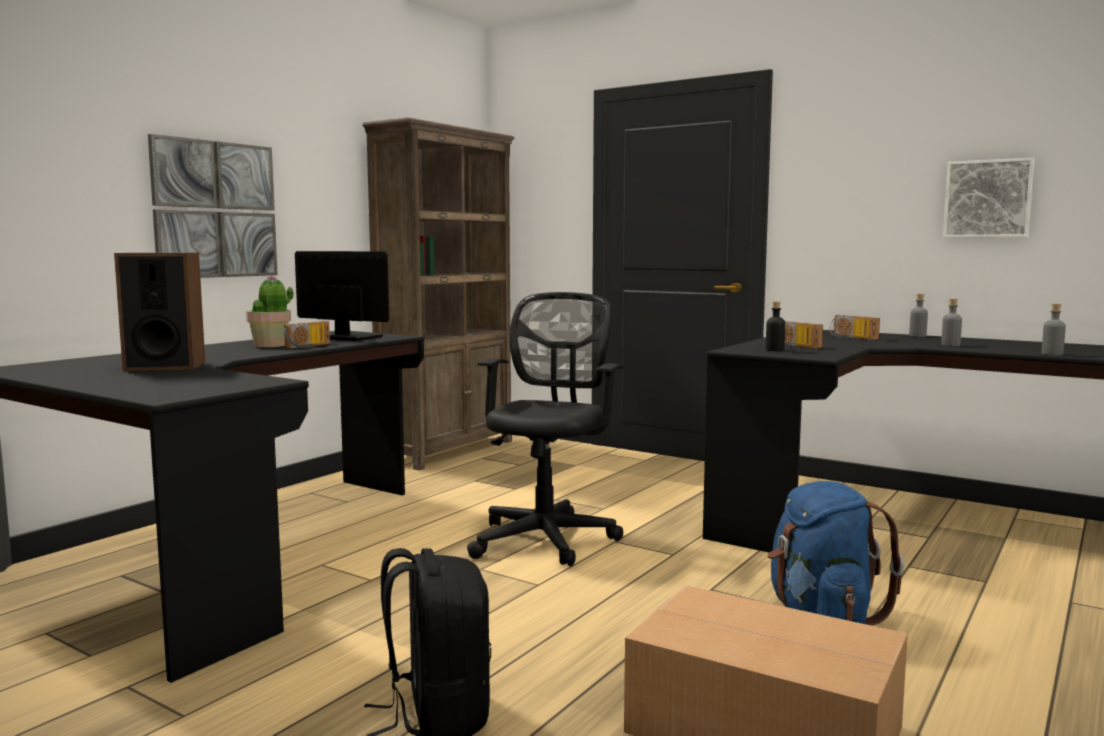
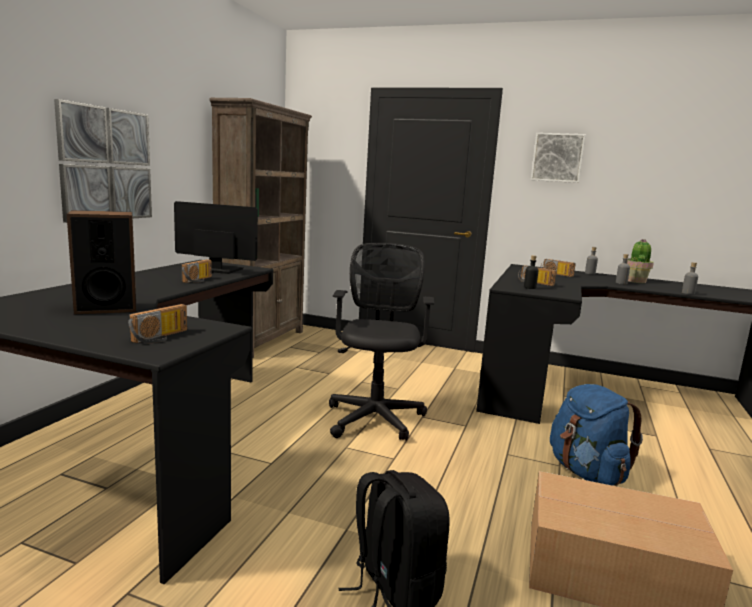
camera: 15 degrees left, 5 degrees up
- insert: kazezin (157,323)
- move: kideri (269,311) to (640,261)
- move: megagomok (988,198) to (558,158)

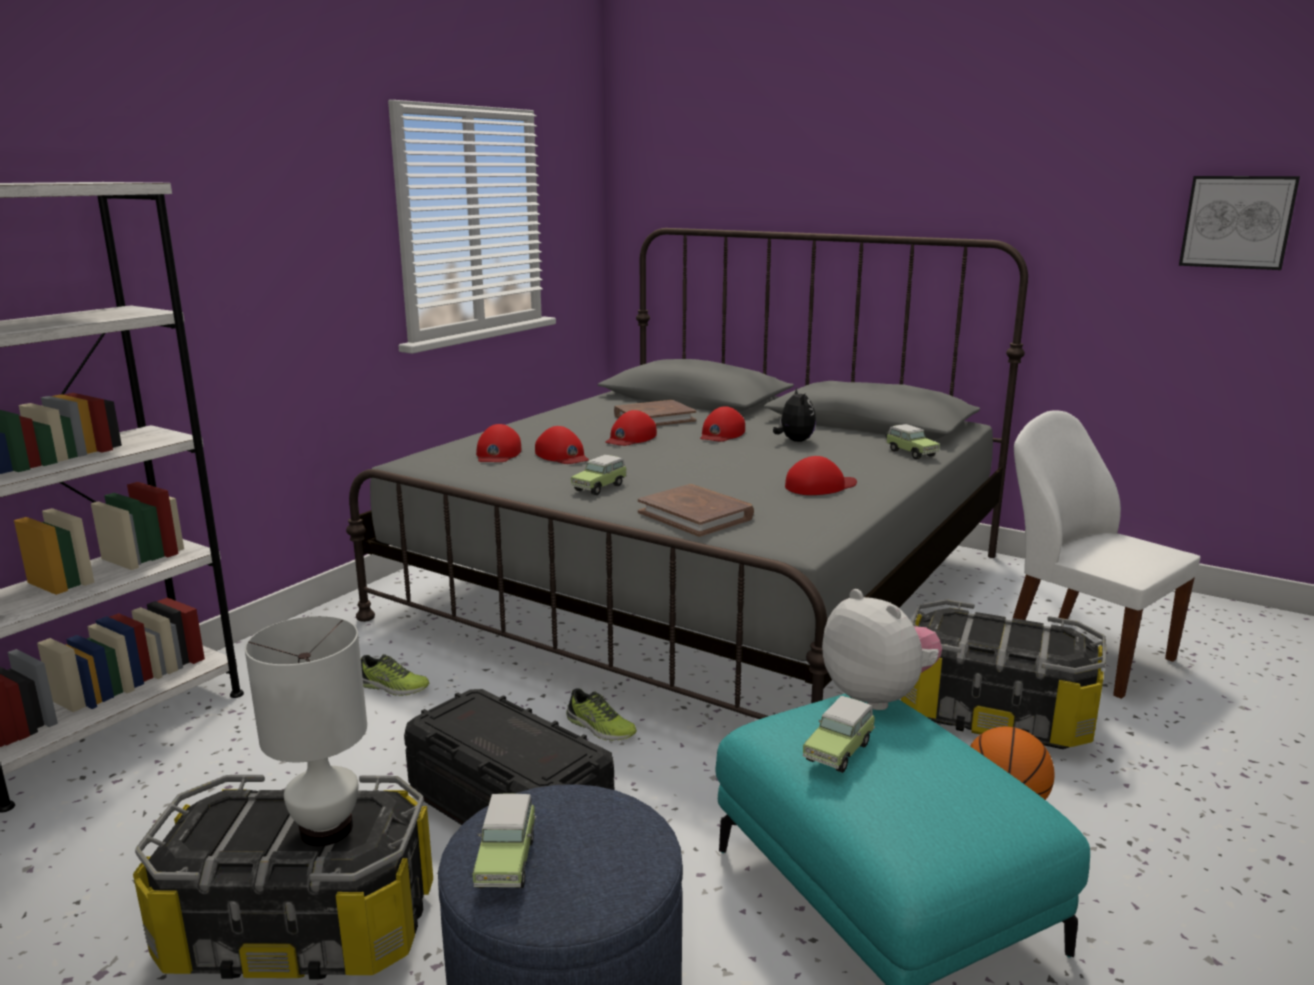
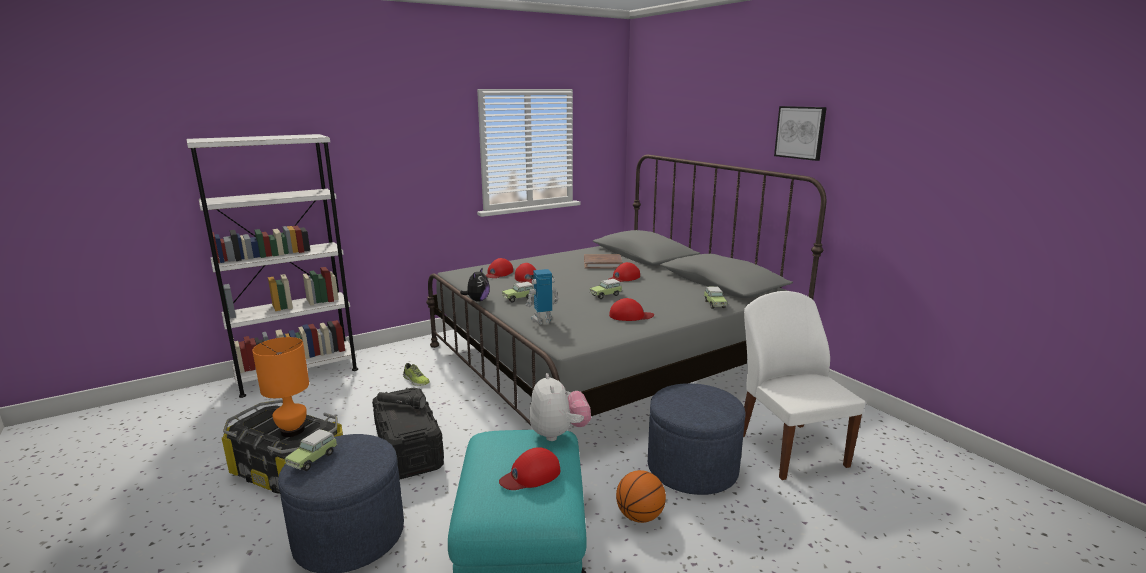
camera: 25 degrees right, 0 degrees up
- delete: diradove (601,714)
- insert: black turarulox (401,401)
- move: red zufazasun (631,428) to (529,468)
- move: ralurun (794,415) to (475,284)
- move: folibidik (839,734) to (606,289)
- move: megagomok (1239,223) to (800,133)
- replace: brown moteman (696,510) to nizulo (542,296)
- replace: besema (1003,674) to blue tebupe (697,439)
- recolor: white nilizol (306,731) to orange nilizol (280,387)

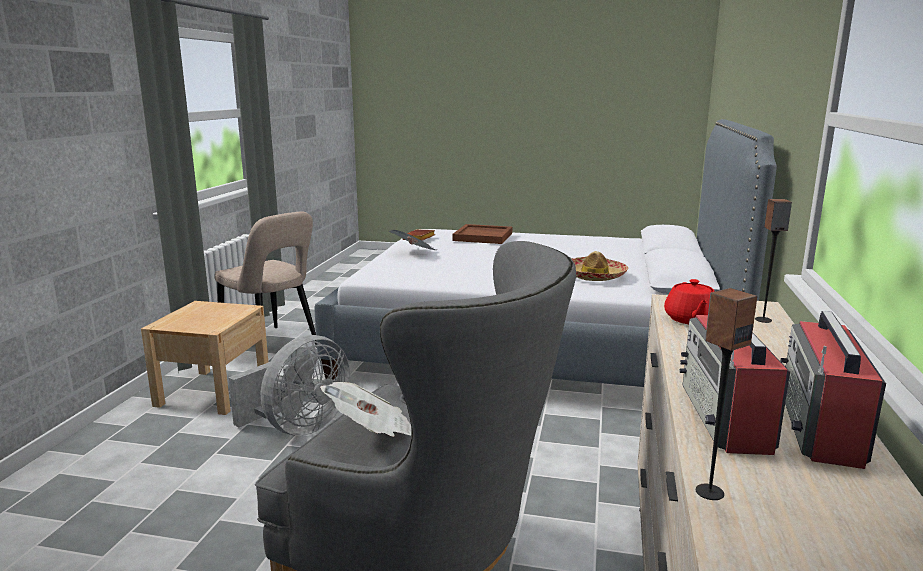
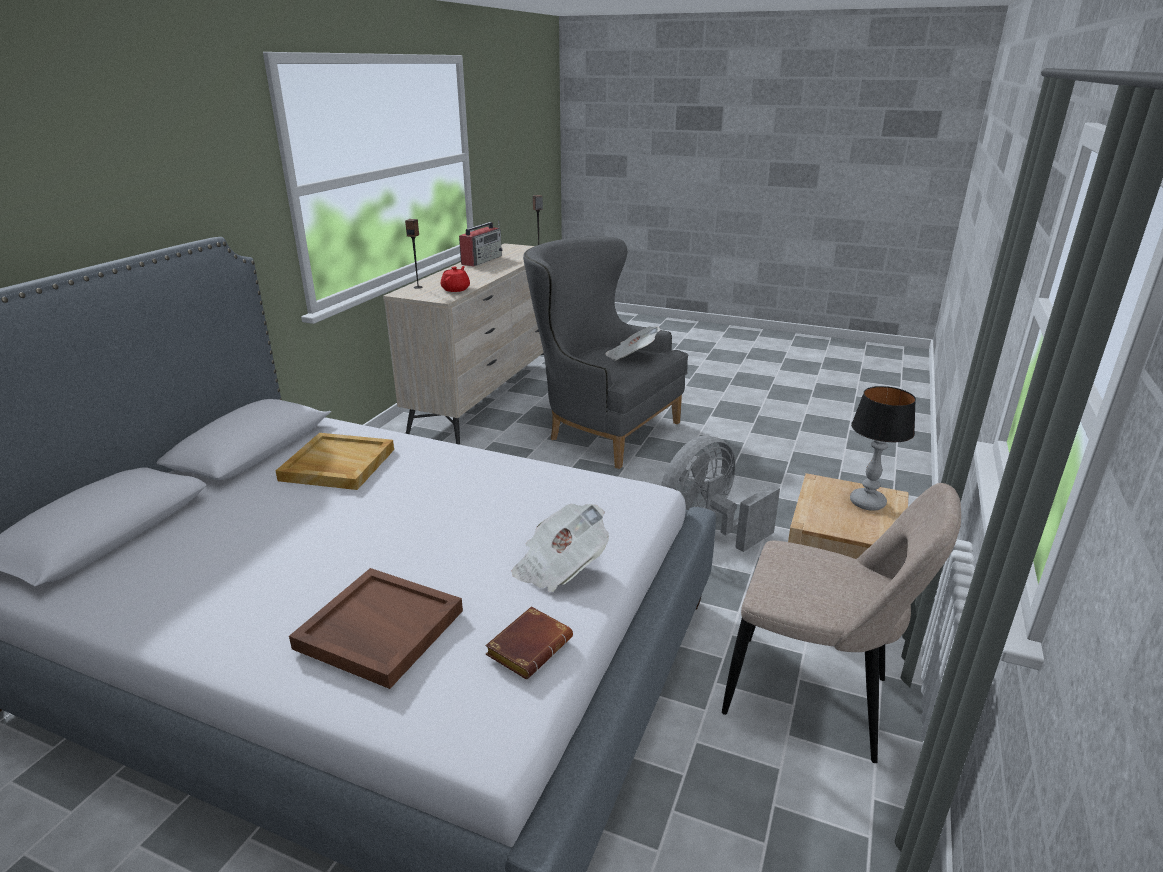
camera: 170 degrees left, 10 degrees up
- delete: kazezin (734,385)
- insert: nilizol (883,448)
- replace: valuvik (599,266) to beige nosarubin (335,461)
- rotate: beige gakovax (265,279) = (841,623) 150 degrees clockwise

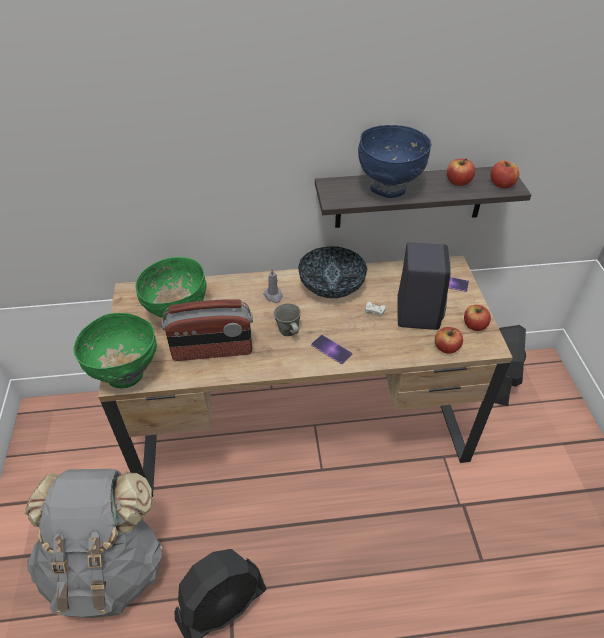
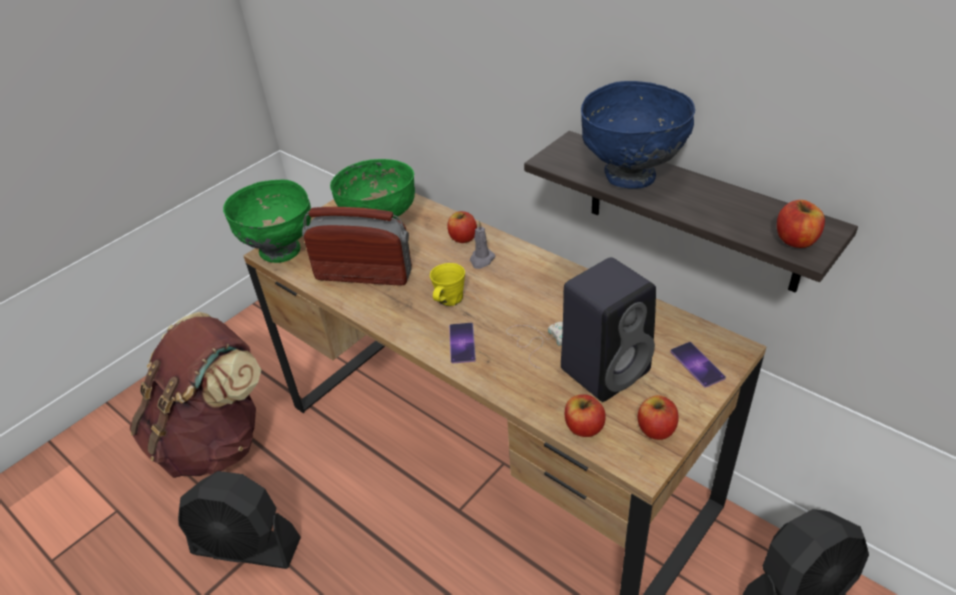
camera: 50 degrees right, 5 degrees down
- delete: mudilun (332,272)
- move: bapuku (461,172) to (462,227)
- recolor: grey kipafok (94,543) to brown kipafok (195,395)
- recolor: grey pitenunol (287,320) to yellow pitenunol (447,284)
- rotate: kazezin (207,330) = (357,246) 150 degrees clockwise

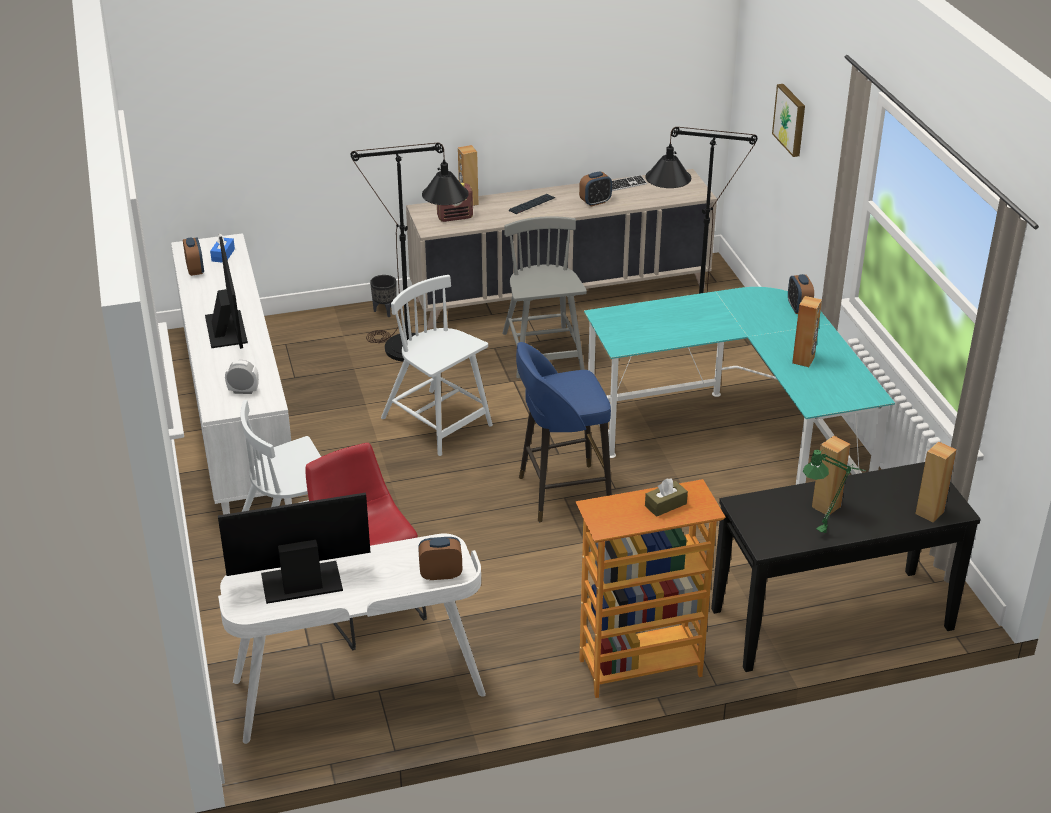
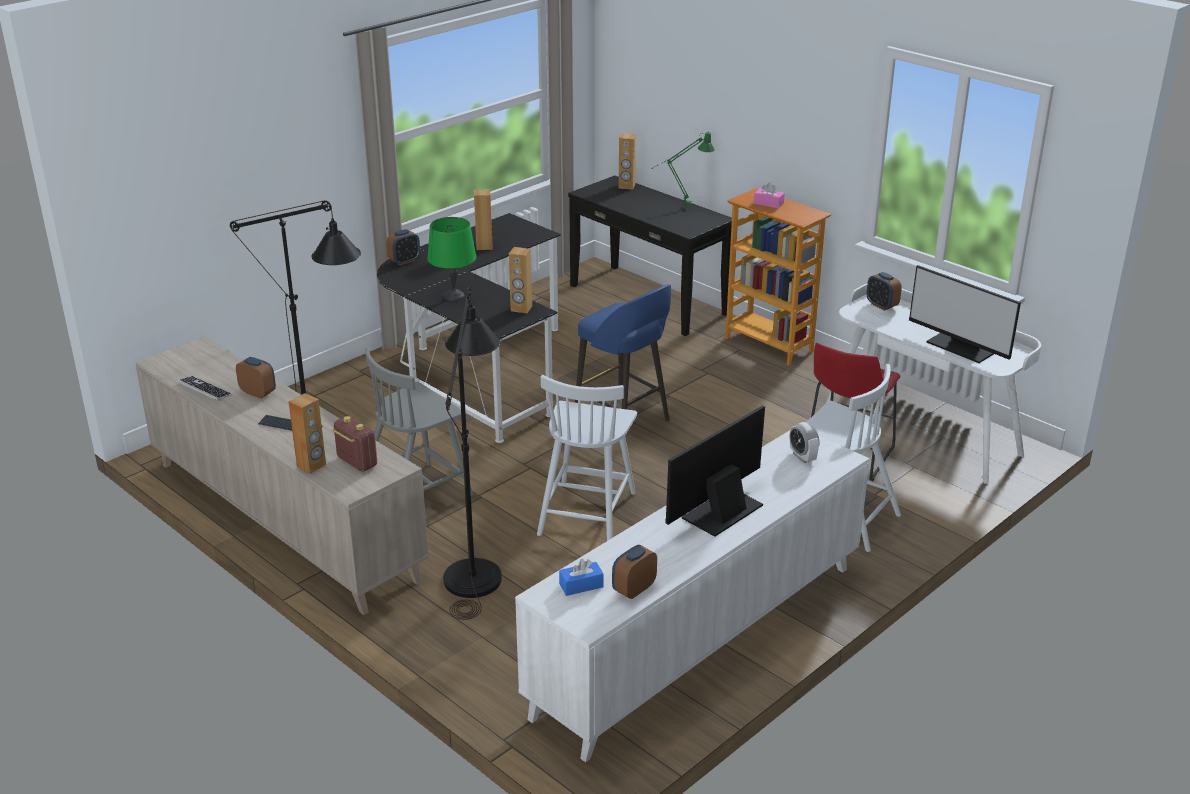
camera: 120 degrees left, 5 degrees down
- delete: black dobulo (383,296)
- delete: megagomok (788,120)
- insert: green nilizol (451,259)
- move: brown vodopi (831,476) to (520,280)
- recolor: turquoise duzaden (739,386) to black duzaden (469,328)
- recolor: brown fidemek (666,497) to pink fidemek (769,195)

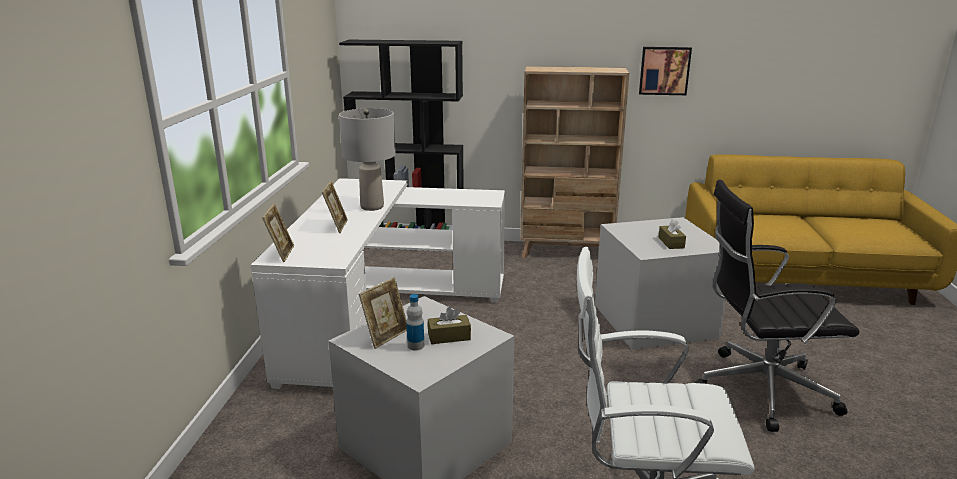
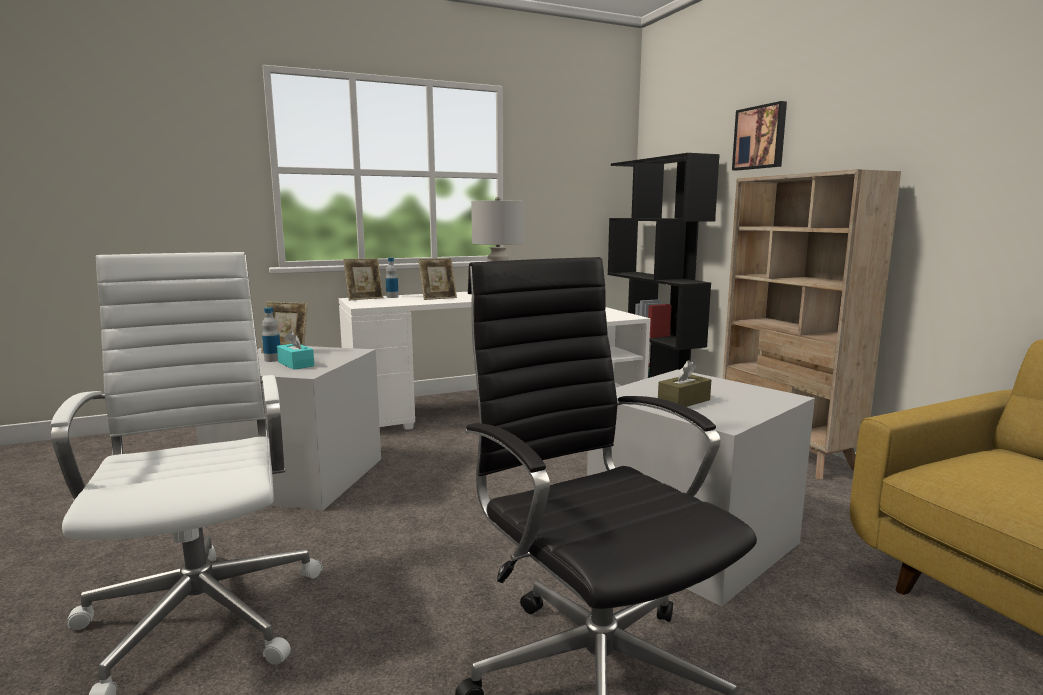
camera: 60 degrees right, 10 degrees down
- insert: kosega (392,278)
- move: megagomok (665,71) to (759,135)
- recolor: brown fidemek (449,325) to turquoise fidemek (295,350)

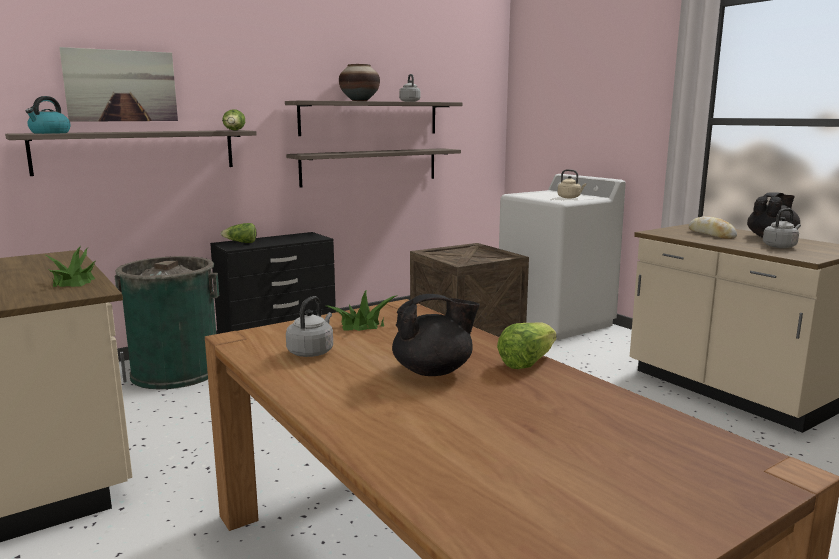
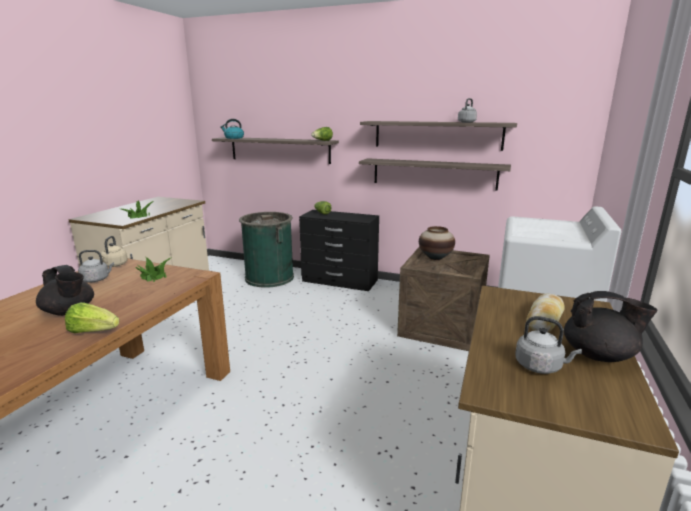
camera: 55 degrees right, 5 degrees up
- delete: megagomok (118,84)
- move: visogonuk (359,82) to (437,243)
- move: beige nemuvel (572,183) to (114,251)

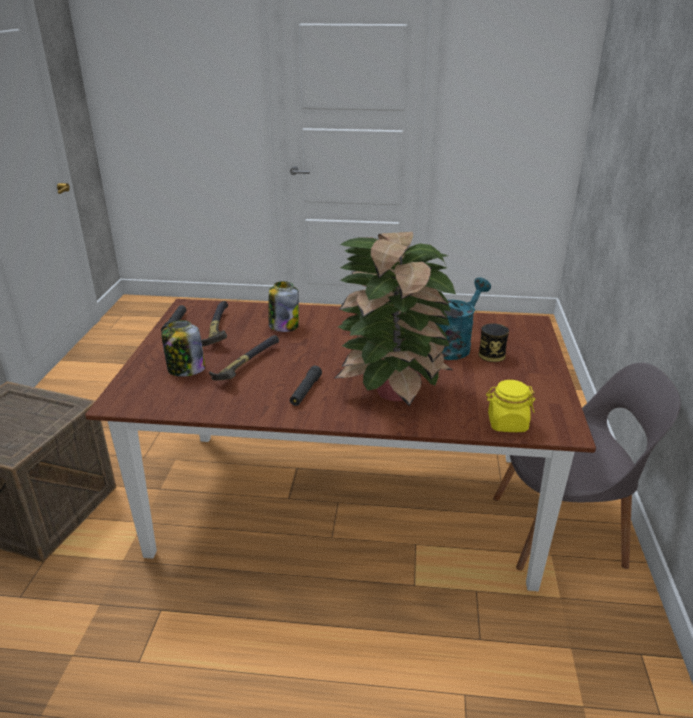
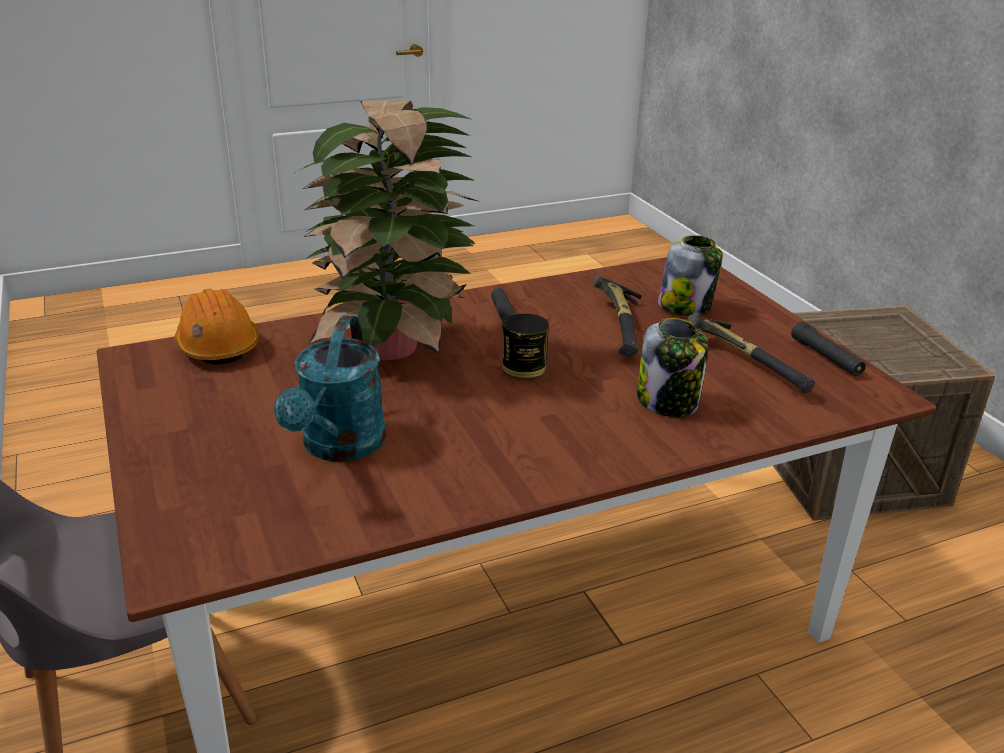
camera: 150 degrees right, 0 degrees up
- move: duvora (494,342) to (525,346)
- replace: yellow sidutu (510,406) to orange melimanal (217,326)

